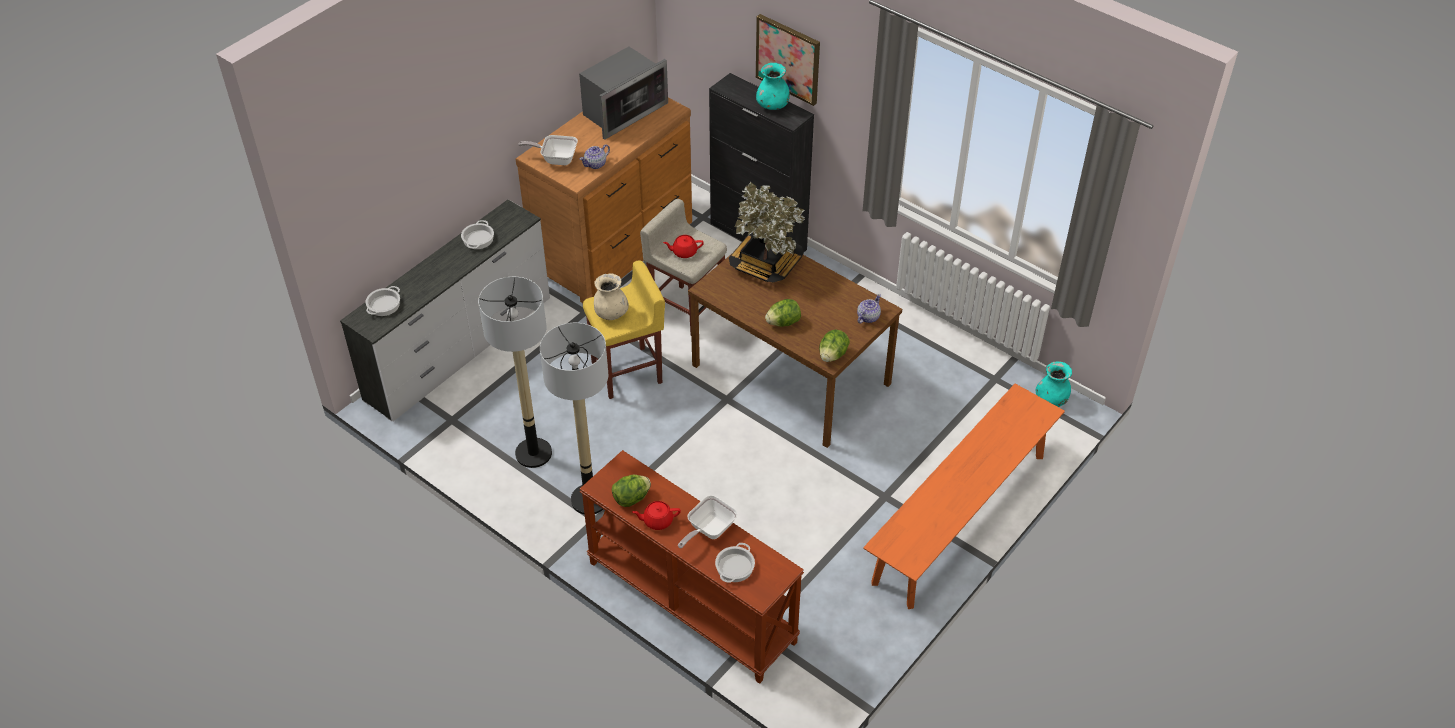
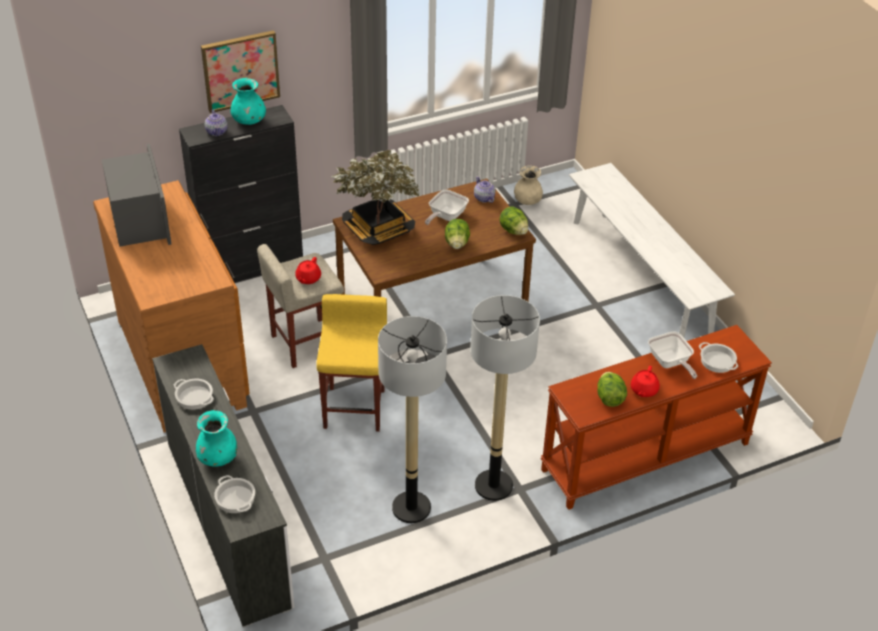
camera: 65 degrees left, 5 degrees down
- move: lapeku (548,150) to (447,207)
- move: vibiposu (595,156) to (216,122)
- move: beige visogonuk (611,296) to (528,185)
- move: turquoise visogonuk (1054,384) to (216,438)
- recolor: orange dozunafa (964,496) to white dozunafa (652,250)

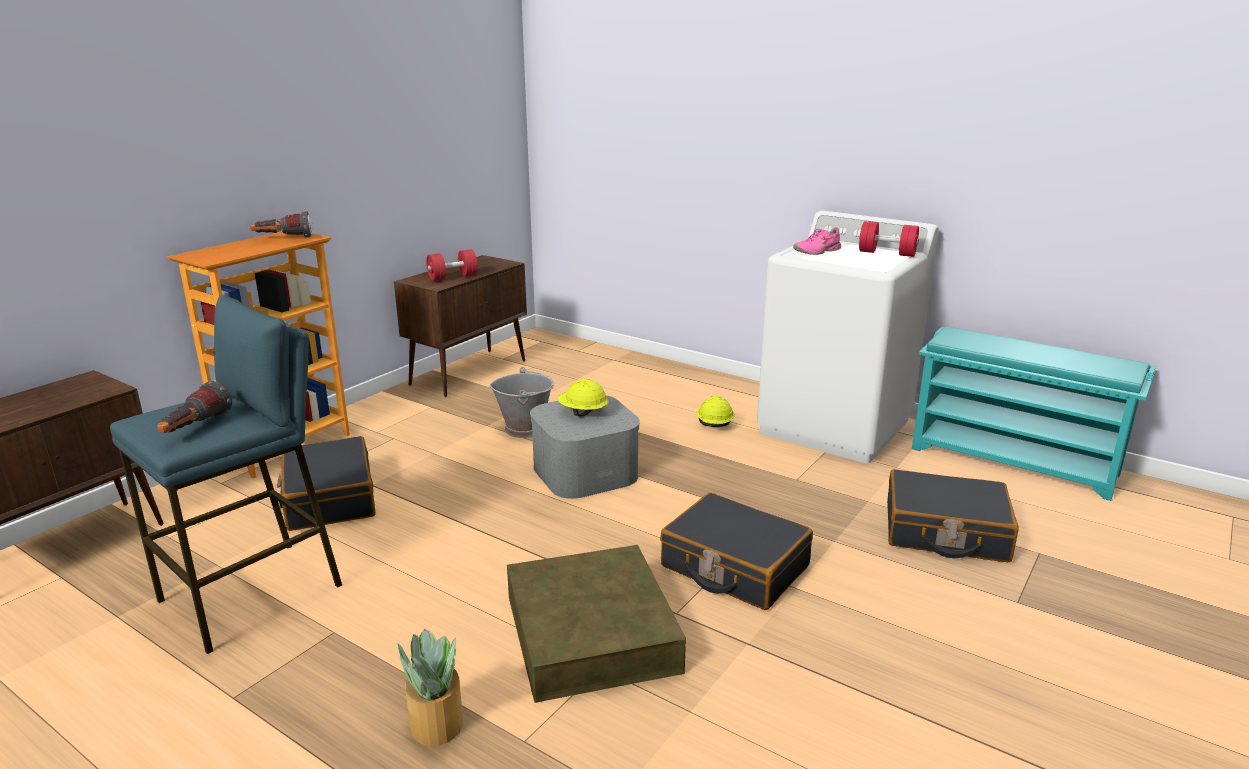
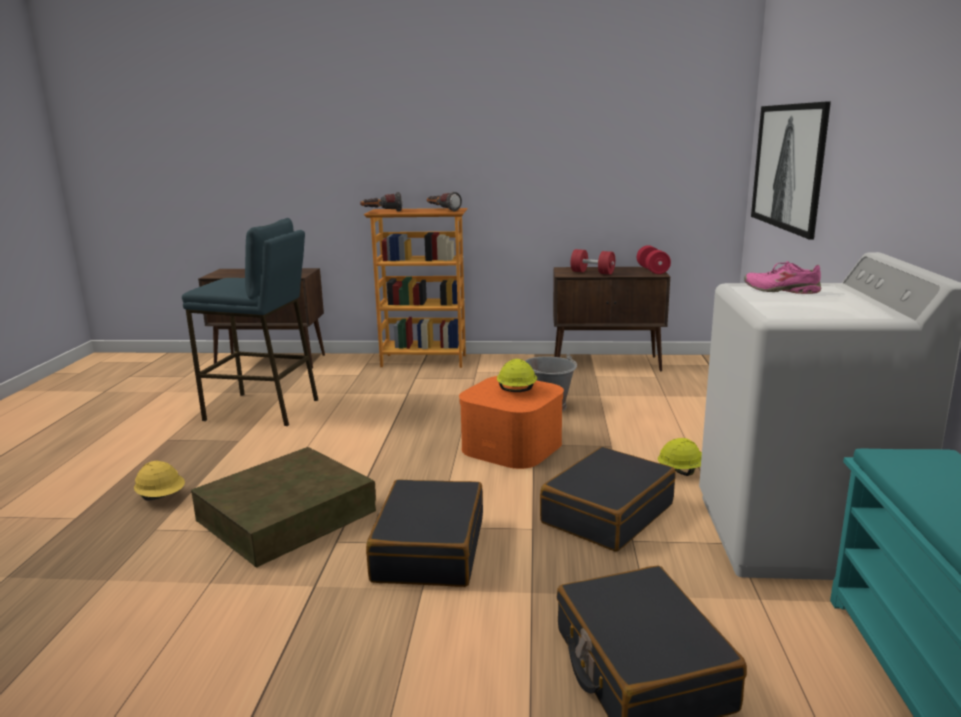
camera: 60 degrees right, 5 degrees down
- insert: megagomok (791,170)
- move: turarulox (194,407) to (381,202)
- move: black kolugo (326,483) to (607,499)
- move: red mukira (889,239) to (654,259)
- replace: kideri (430,687) to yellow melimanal (159,481)
- recolor: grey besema (585,447) to orange besema (511,422)

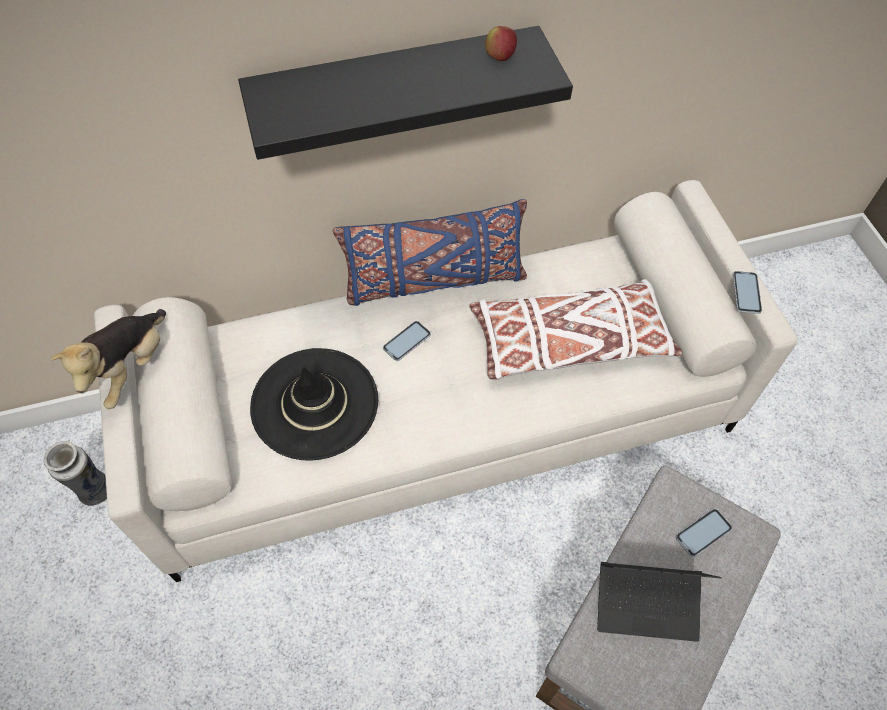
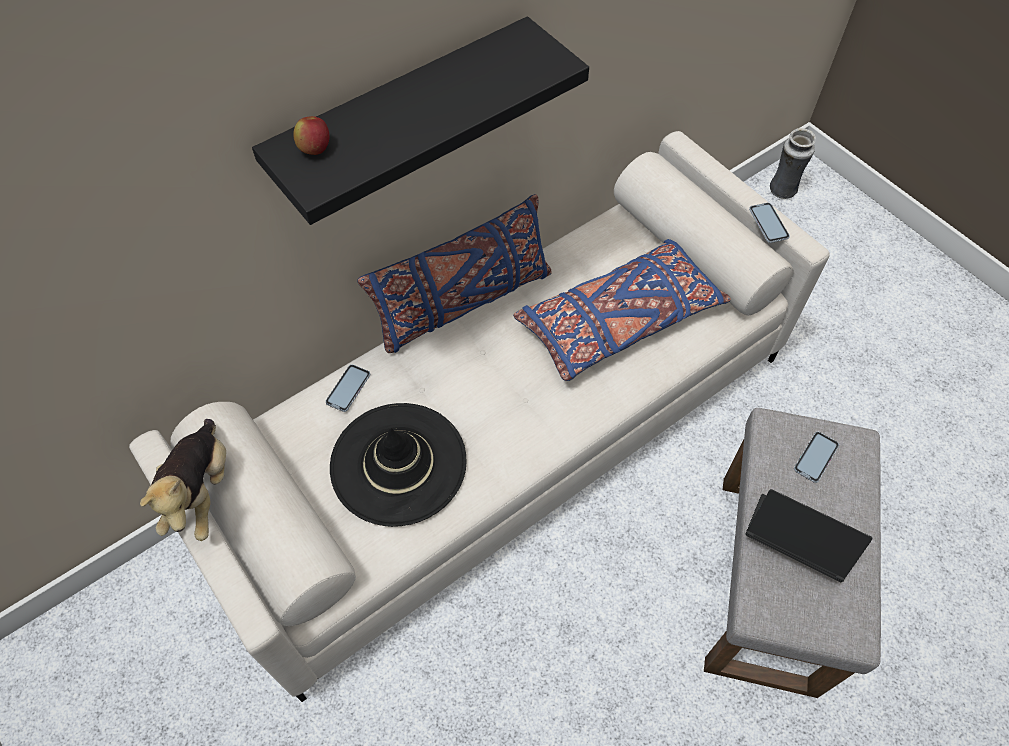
camera: 20 degrees left, 0 degrees up
- move: visogonuk (75,473) to (793,163)
- move: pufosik (407,341) to (347,388)
- move: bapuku (501,43) to (311,135)
- recolor: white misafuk (576,329) to blue misafuk (622,310)
- rotate: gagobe (659,602) = (808,535) 135 degrees counterclockwise

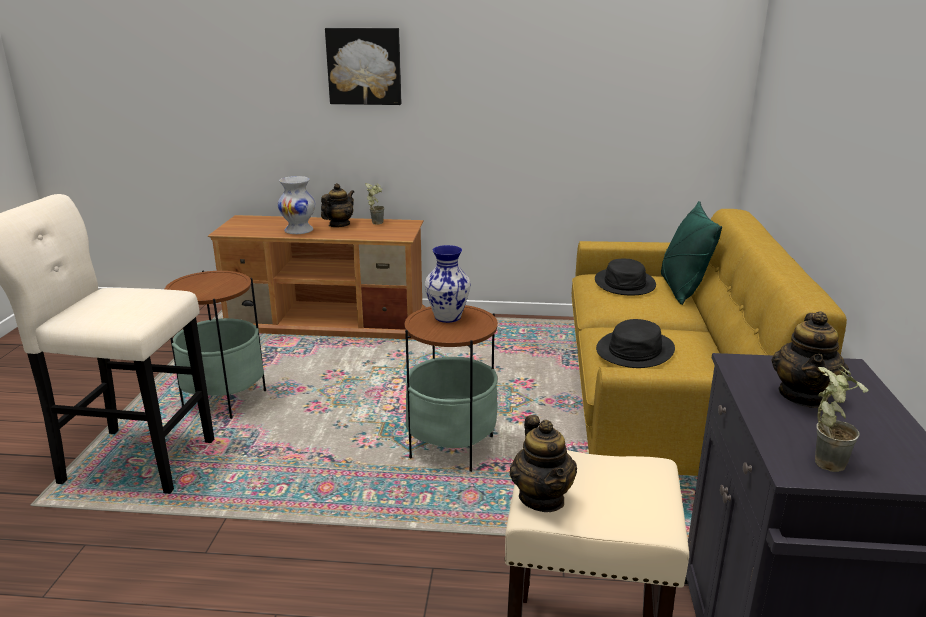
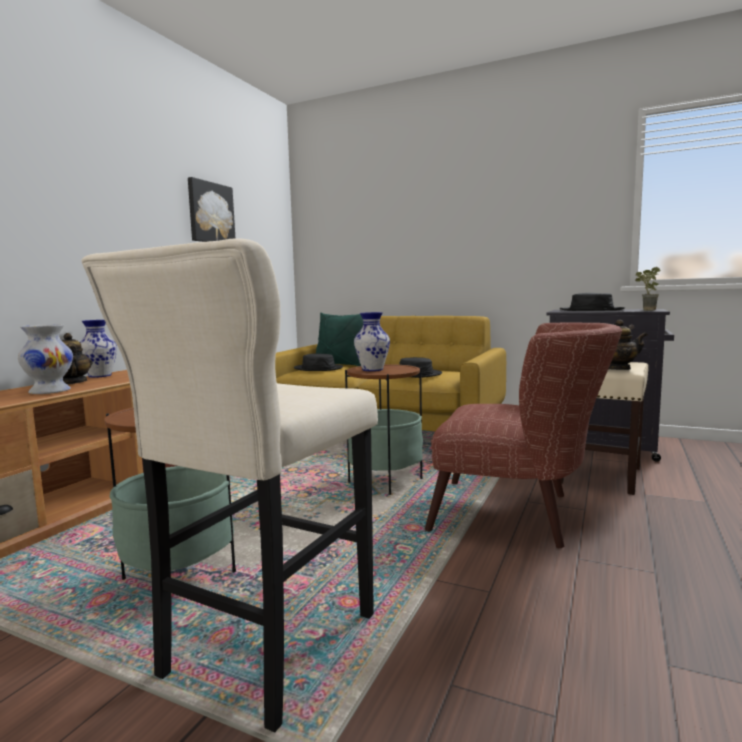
camera: 70 degrees left, 15 degrees down
- insert: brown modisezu (523,435)
- move: megagomok (363,66) to (211,209)
- replace: kideri (374,204) to visogonuk (98,349)
- replace: vibiposu (810,359) to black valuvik (592,302)

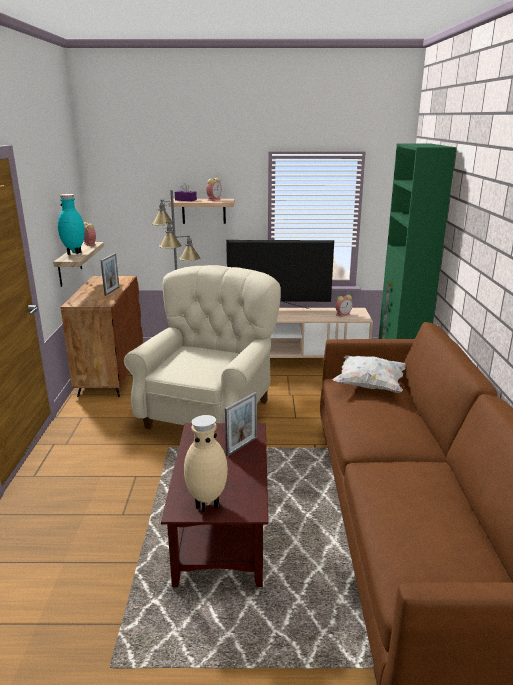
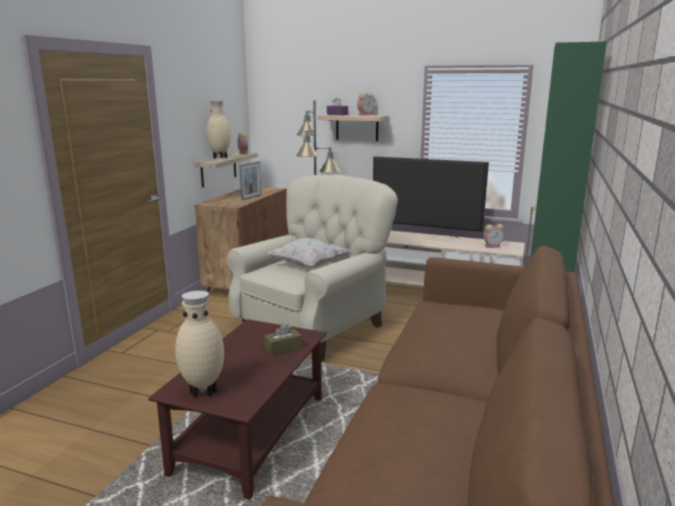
camera: 20 degrees right, 5 degrees down
- move: white misafuk (369,374) to (308,253)
- replace: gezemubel (241,424) to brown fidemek (283,339)
- recolor: turquoise visogonuk (71,224) to beige visogonuk (218,130)

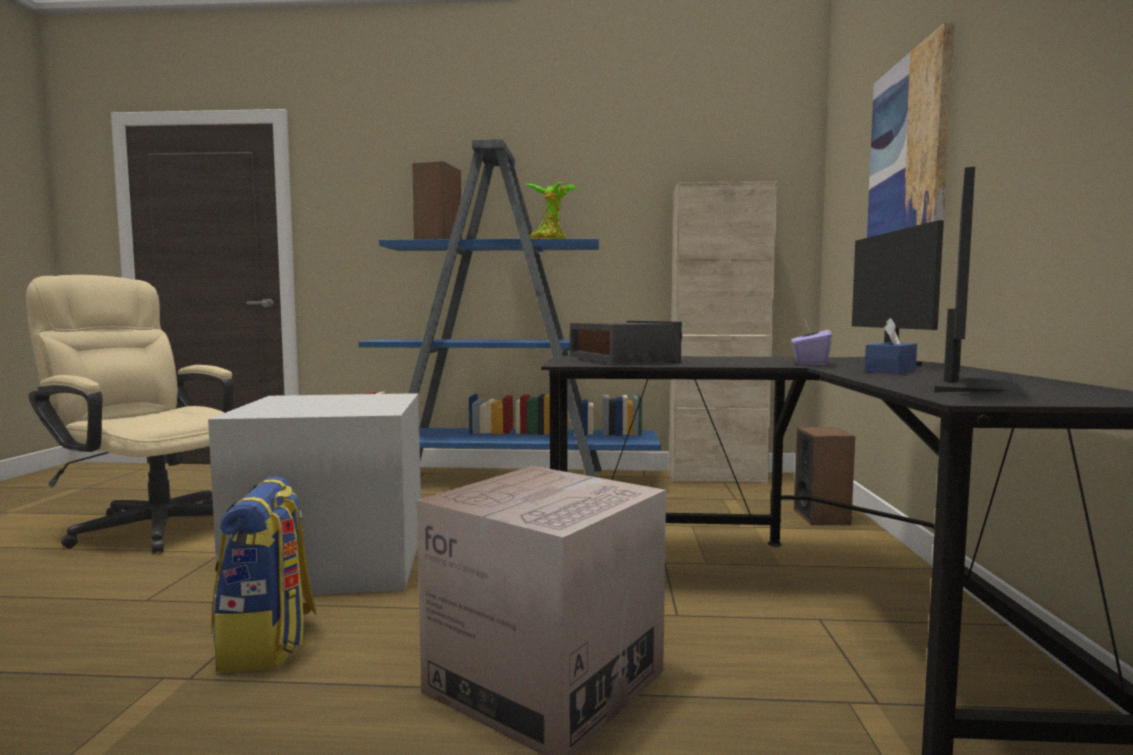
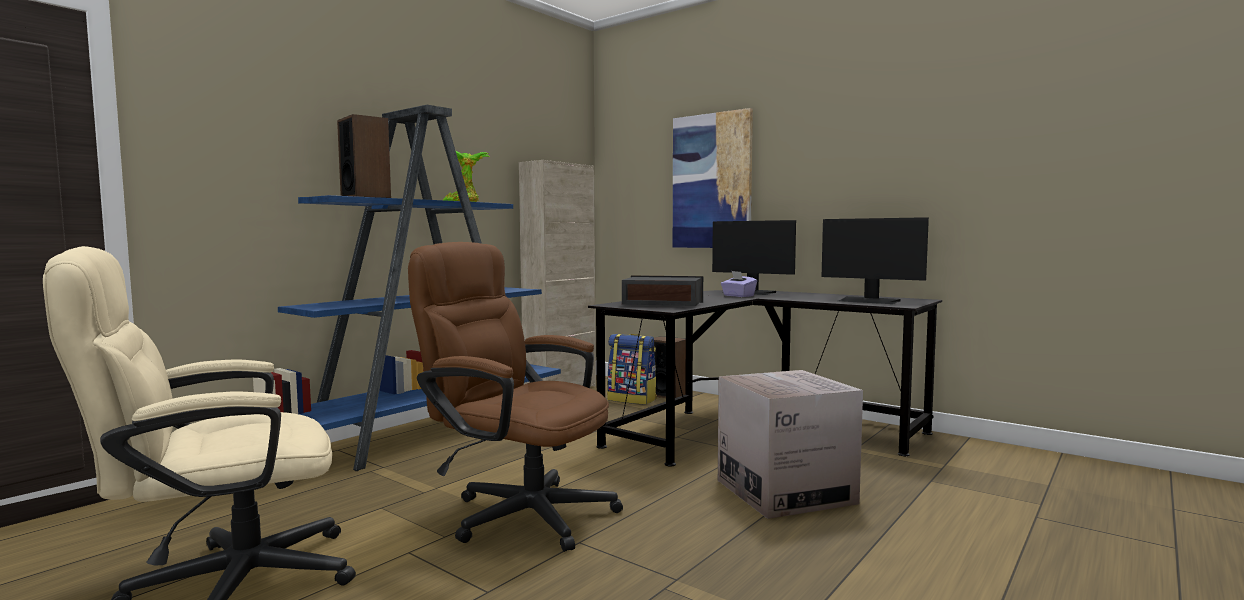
camera: 55 degrees left, 0 degrees up
- delete: blue fidemek (891,346)
- move: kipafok (264,574) to (632,369)
- replace: grey besema (314,494) to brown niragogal (515,397)
- rotate: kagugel (983,282) = (875,260) 150 degrees clockwise

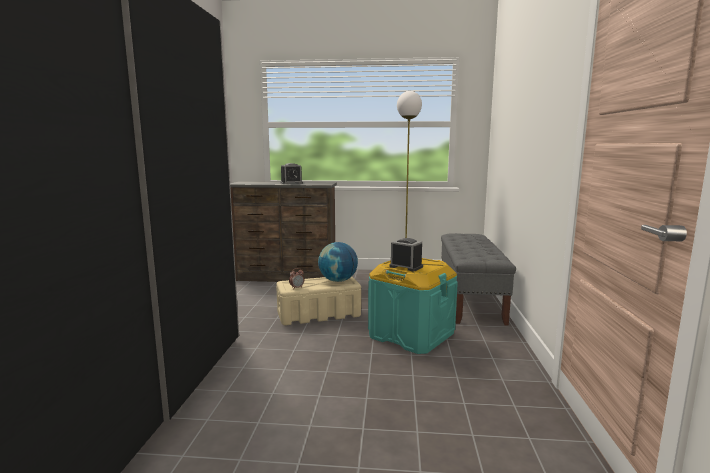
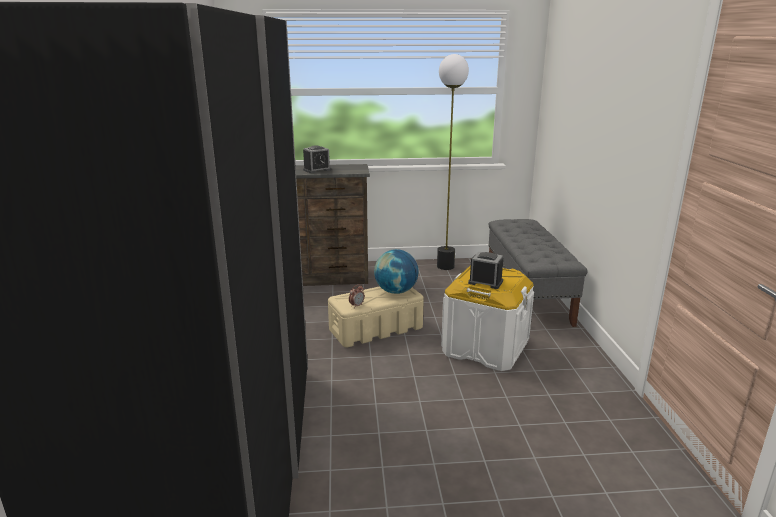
camera: 10 degrees left, 10 degrees up
- recolor: turquoise besema (413,306) to white besema (487,318)

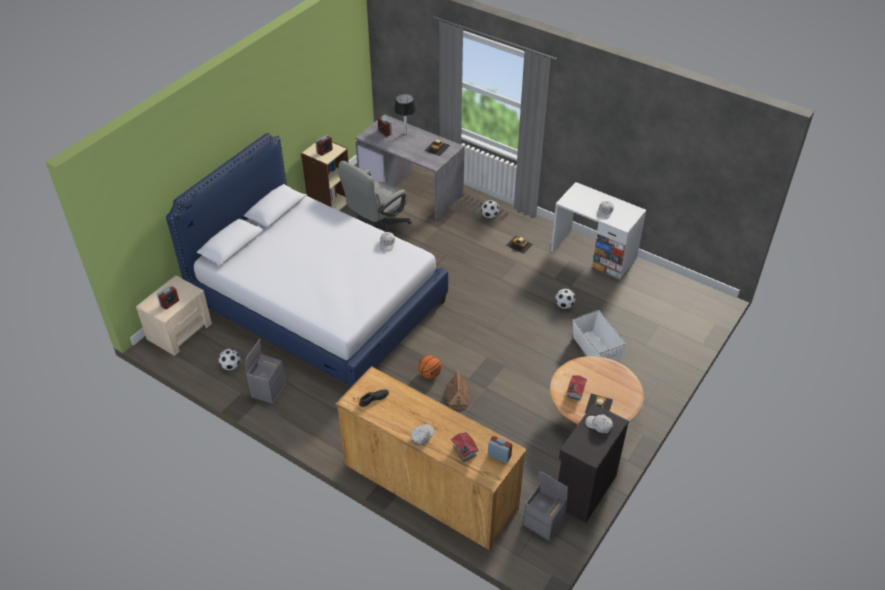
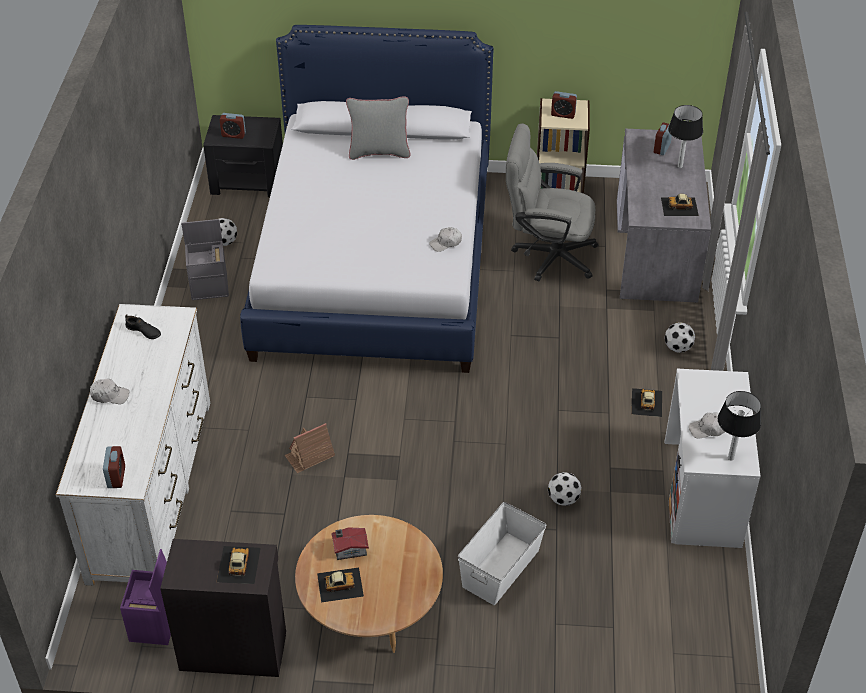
camera: 60 degrees right, 0 degrees up
- delete: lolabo (429,367)
- delete: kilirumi (465,447)
- insert: grey misafuk (378,128)
- insert: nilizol (739,426)
- replace: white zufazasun (599,423) to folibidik (239,565)
- recolor: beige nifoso (174,315) to black nifoso (243,156)
- recolor: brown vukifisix (431,458) to white vukifisix (133,445)
- recolor: grey besema (545,506) to purple besema (145,597)

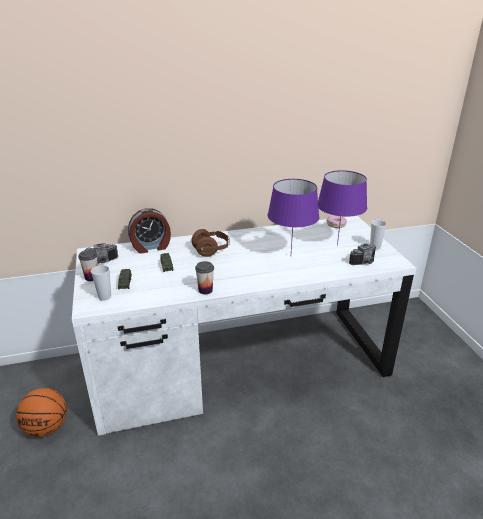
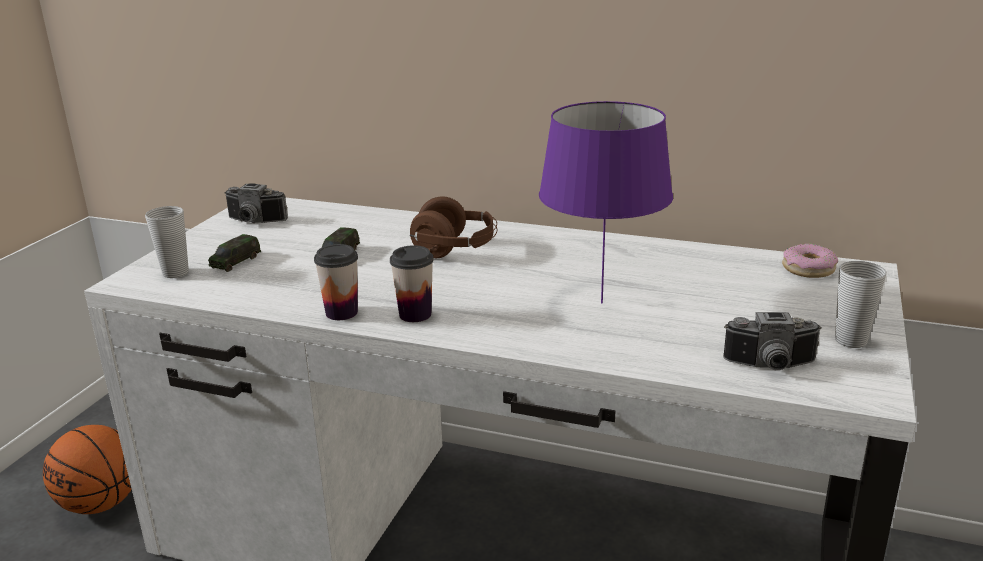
camera: 35 degrees right, 5 degrees down
- delete: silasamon (149,231)
- delete: purple nilizol (342,208)
- move: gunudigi (88,265) to (412,283)

